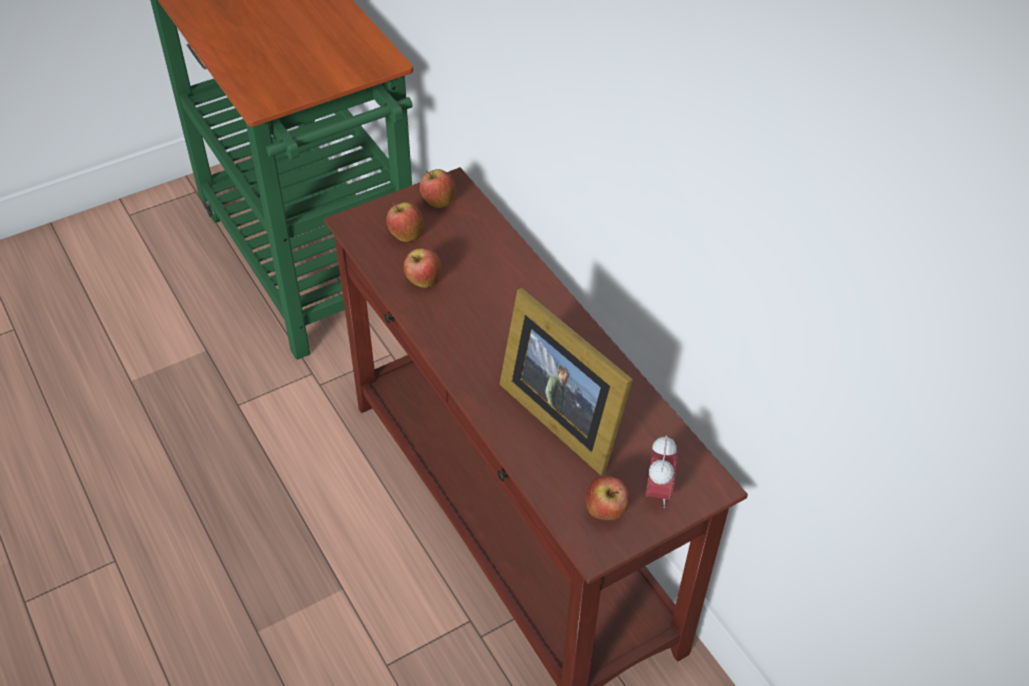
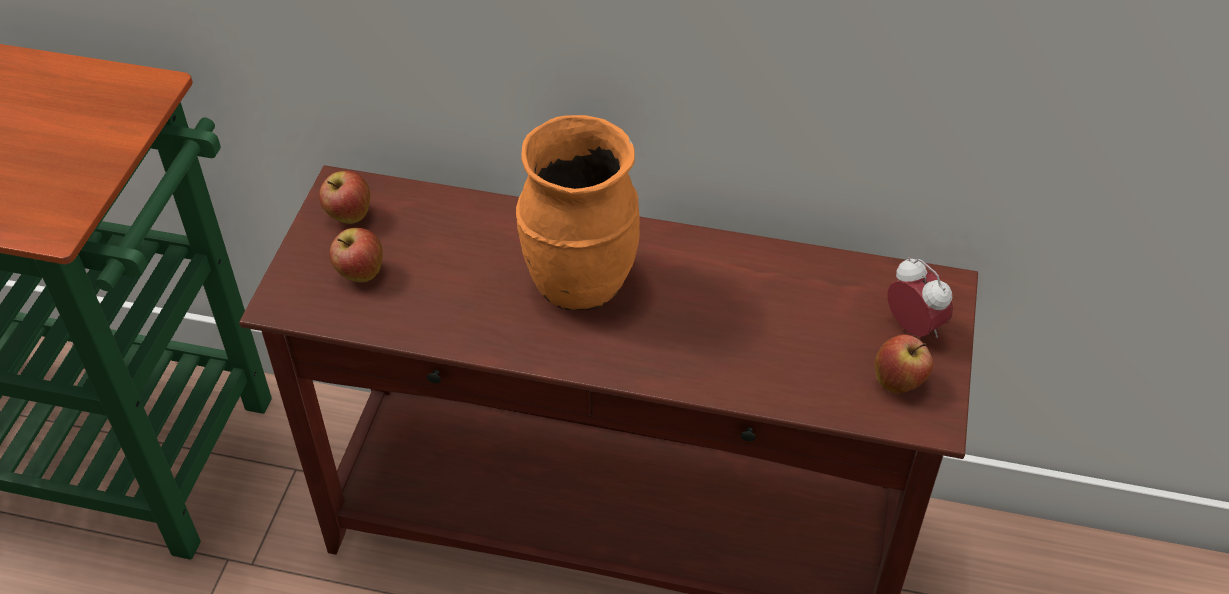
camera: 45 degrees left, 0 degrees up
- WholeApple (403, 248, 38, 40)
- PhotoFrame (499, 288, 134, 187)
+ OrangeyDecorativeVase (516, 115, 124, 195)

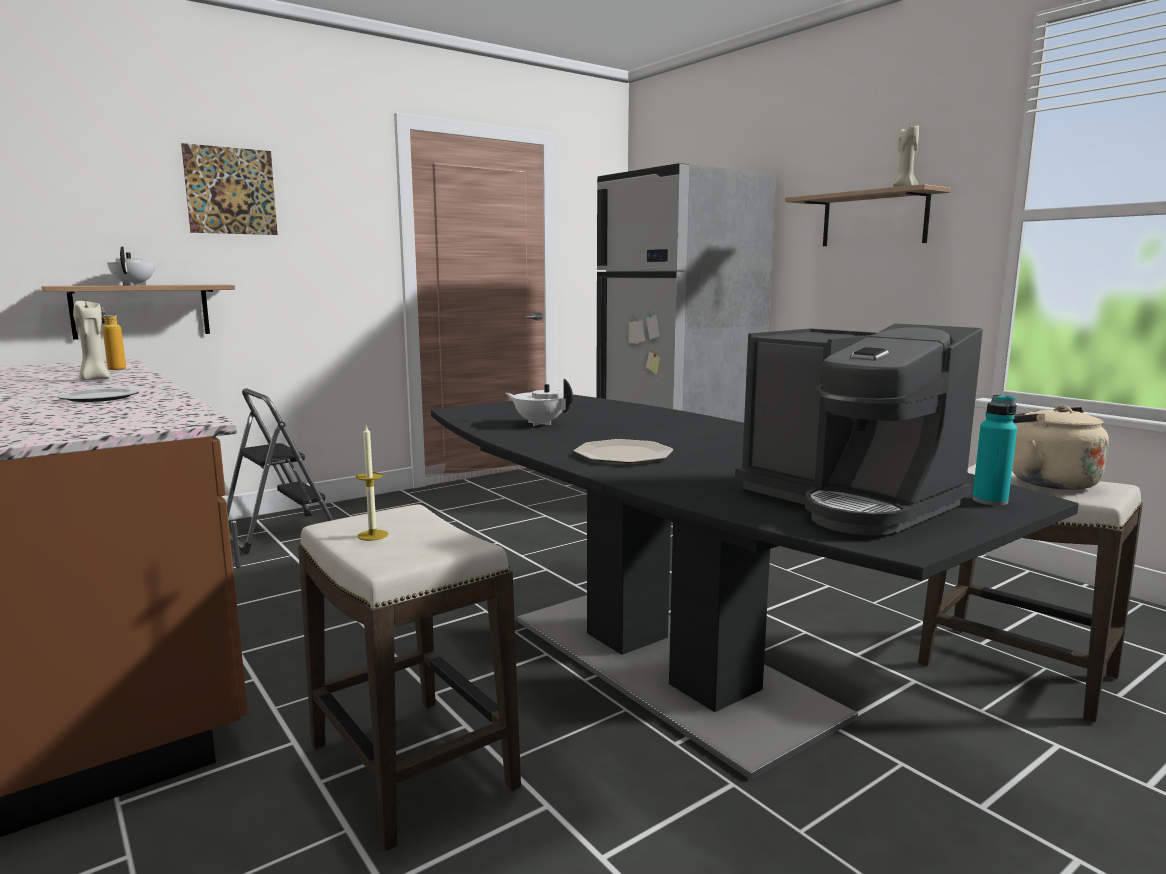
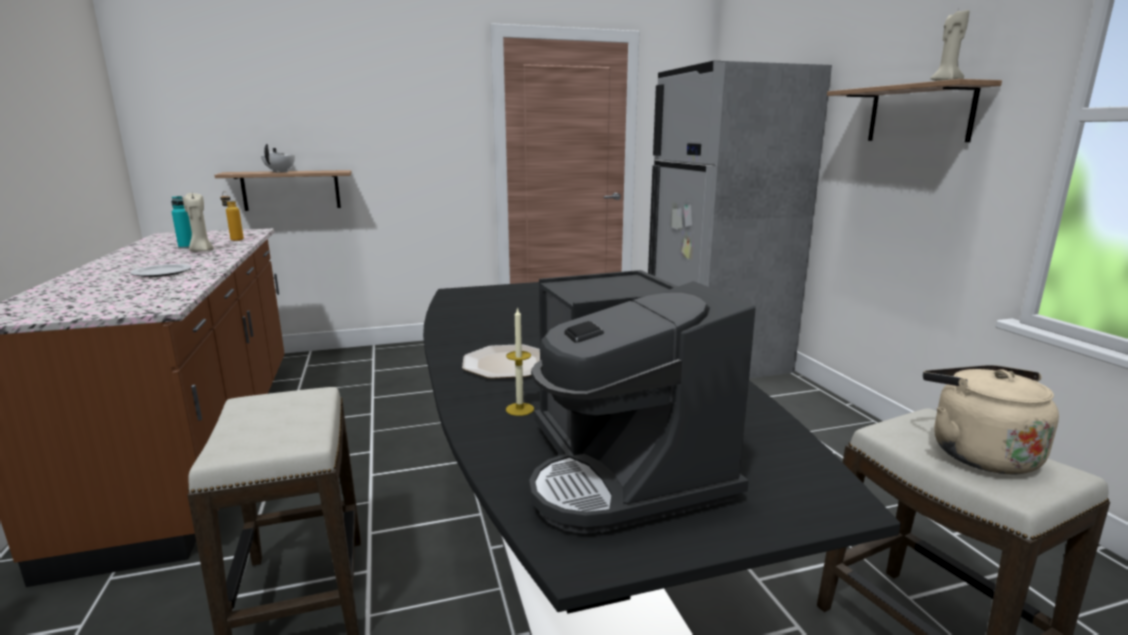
camera: 20 degrees right, 5 degrees up
- WallArt (181, 143, 97, 92)
- WhitishTeaPot (506, 379, 67, 47)
- BlackColouredStepladder (227, 388, 107, 166)
~ TurquoiseBeverageBottle (972, 394, 45, 112) to (171, 196, 21, 53)
~ WaxLight (356, 426, 33, 115) to (506, 307, 28, 109)

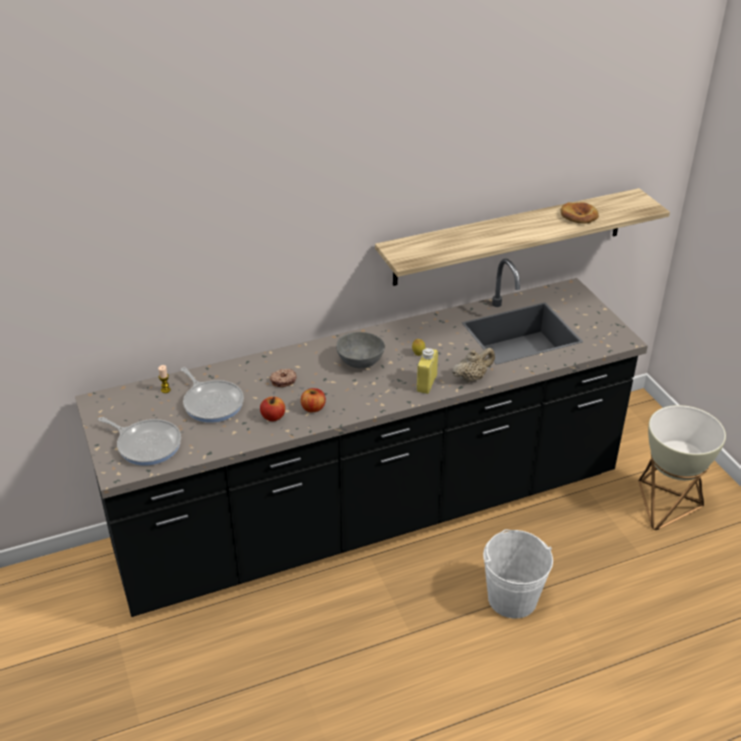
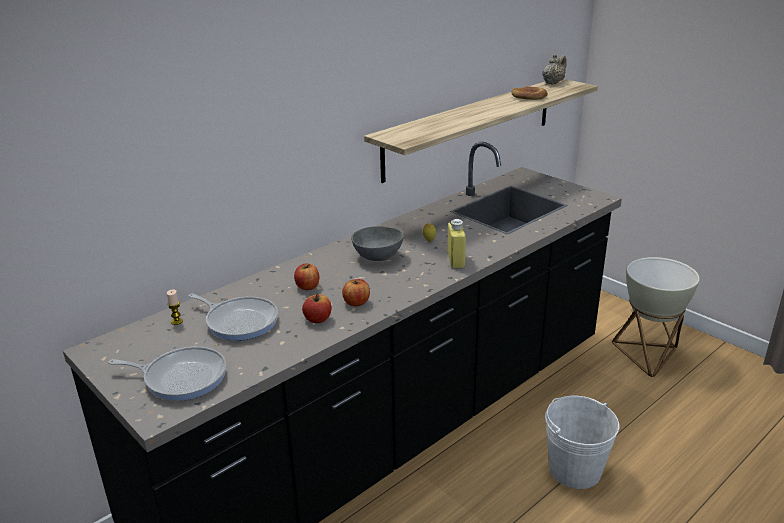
camera: 20 degrees left, 10 degrees down
~ SandColouredTeaPot (452, 348, 43, 35) to (542, 54, 25, 31)
~ Donut (270, 369, 27, 18) to WholeApple (294, 264, 25, 26)

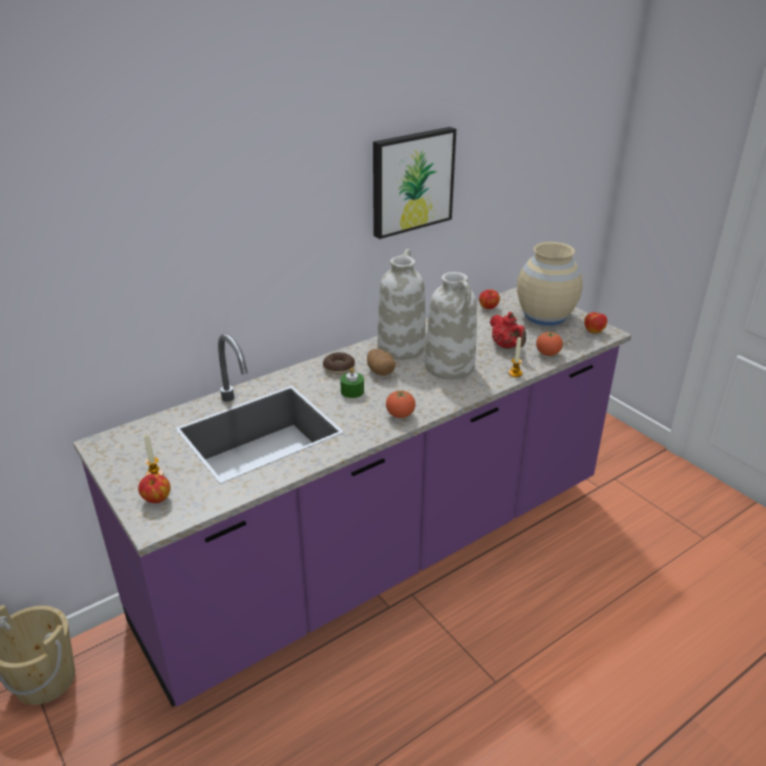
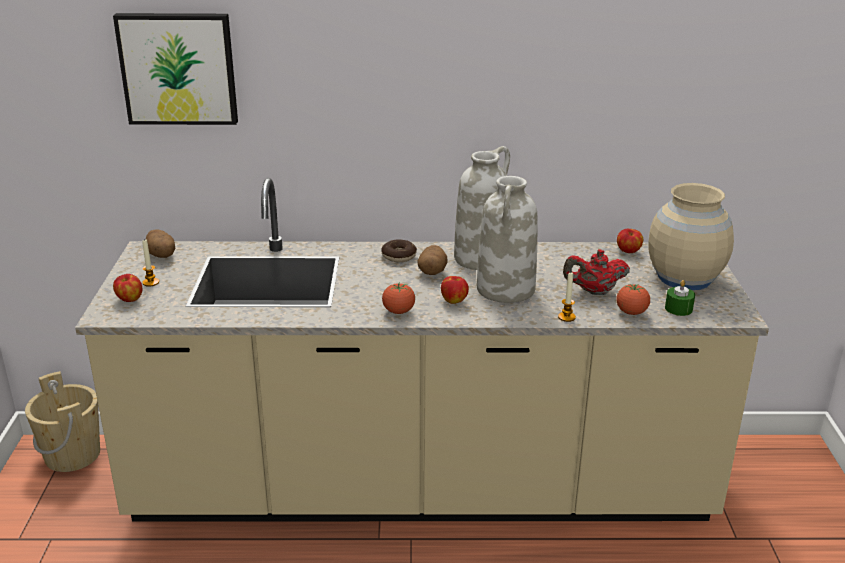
camera: 35 degrees right, 5 degrees down
~ WallArt (373, 127, 83, 112) to (113, 13, 125, 112)
~ PurpleColouredKitchenCounter (73, 287, 559, 420) to SandColouredKitchenCounter (75, 178, 694, 344)
~ RedTeaPot (490, 312, 36, 37) = (563, 249, 67, 46) 75 degrees clockwise
~ WholeApple (584, 312, 23, 21) to (441, 276, 28, 28)
~ GreenWaxLight (340, 368, 24, 30) to (665, 280, 30, 36)
+ Potato (146, 229, 29, 29)

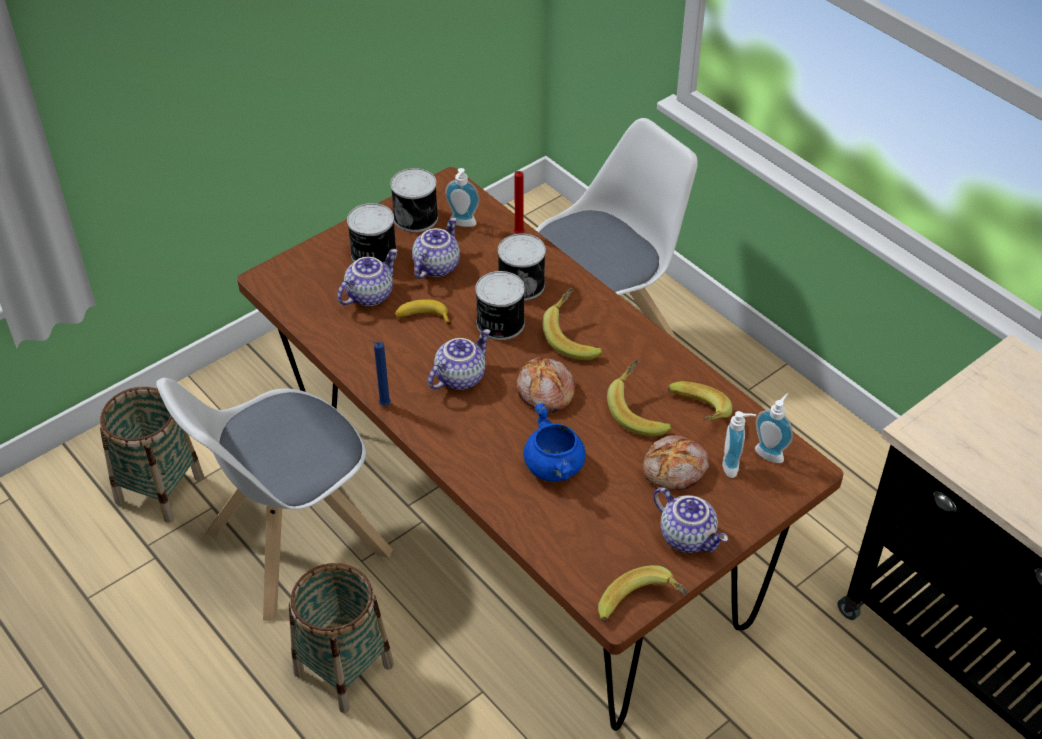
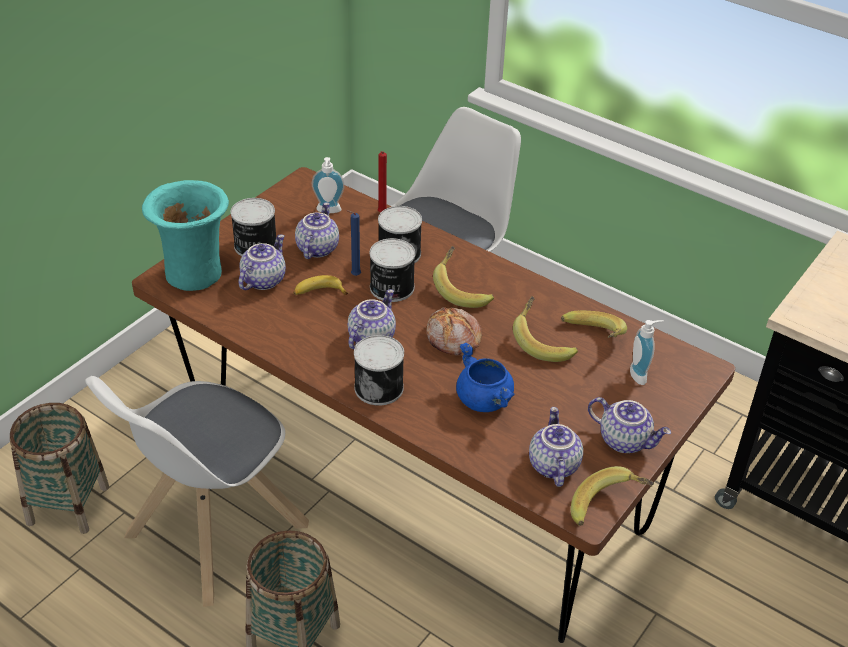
camera: 15 degrees left, 5 degrees down
~ Can (390, 168, 48, 64) to (354, 335, 50, 71)
~ BlueColouredWaxLight (368, 339, 23, 67) to (347, 210, 14, 66)
- SoapBottle (755, 393, 38, 70)
- BakedBread (643, 435, 66, 55)
+ TurquoiseDecorativeVase (142, 180, 87, 111)
+ TeaPot (529, 407, 54, 80)

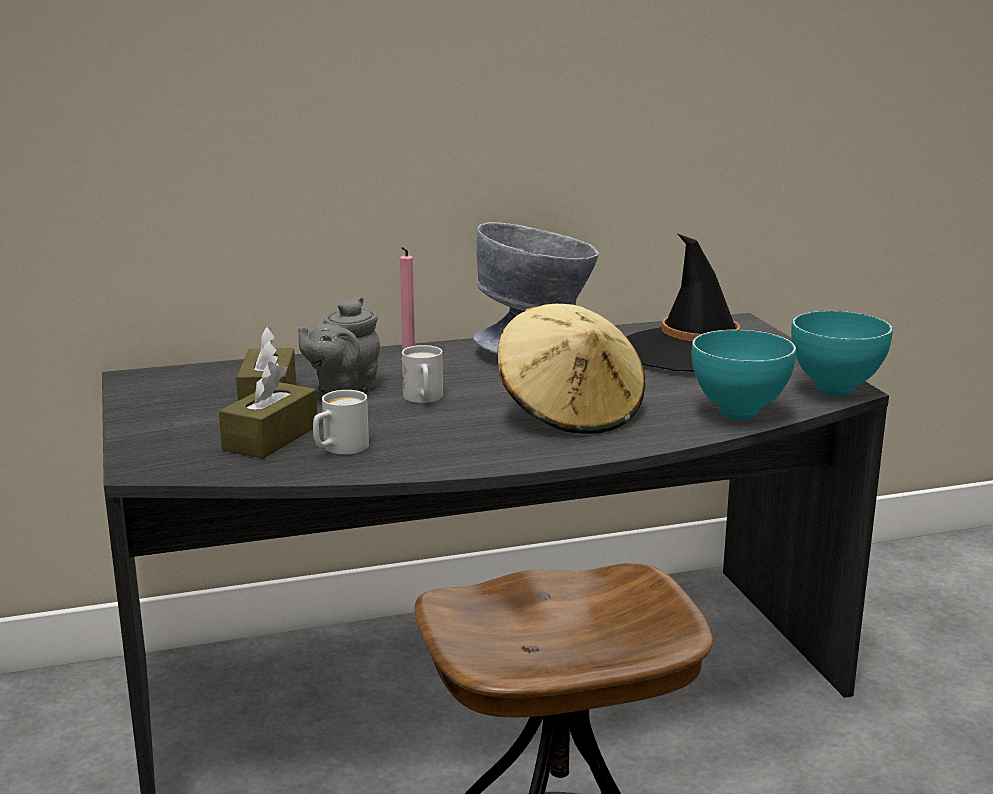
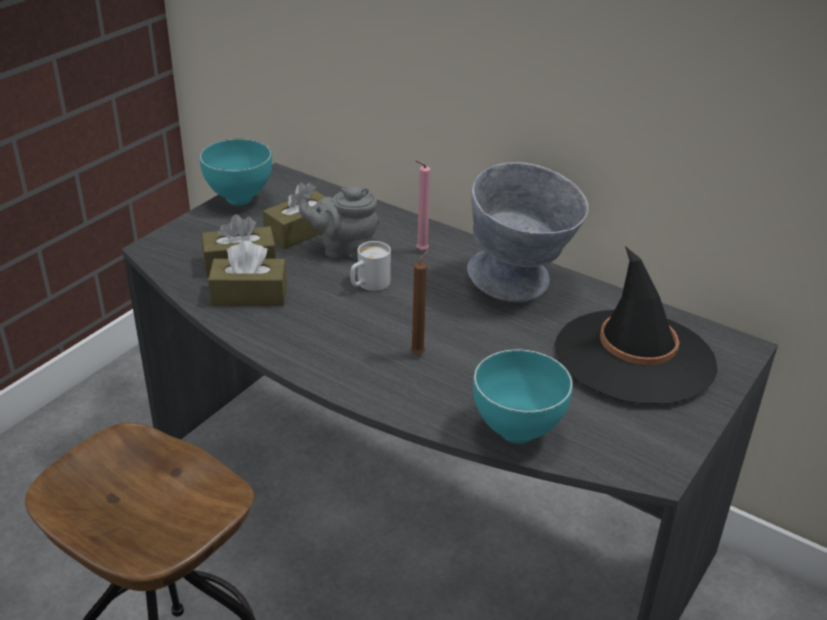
camera: 50 degrees right, 15 degrees up
~ SandColouredHat (498, 304, 147, 130) to BrownWaxLight (410, 249, 19, 106)
~ TurquoiseDeepDish (791, 311, 102, 85) to (199, 139, 73, 66)
~ WhitishMug (313, 390, 56, 65) to BrownTissueHolder (208, 241, 79, 65)

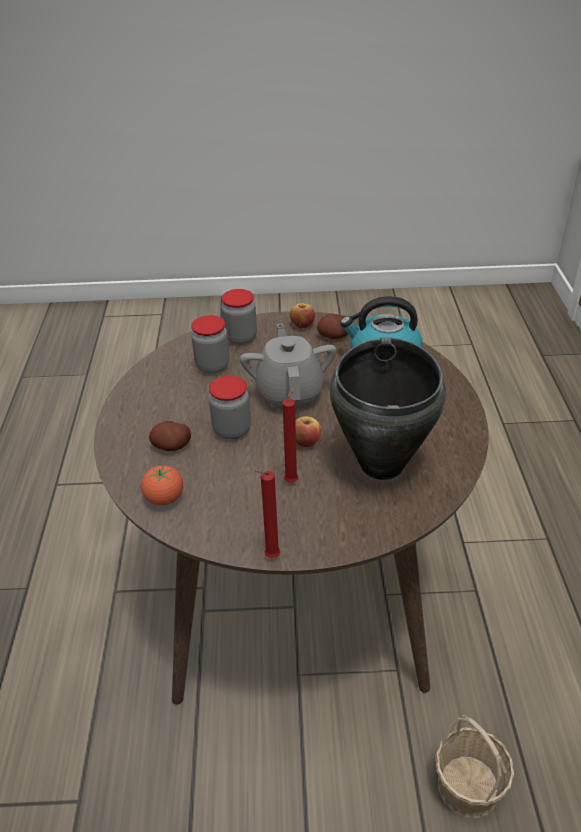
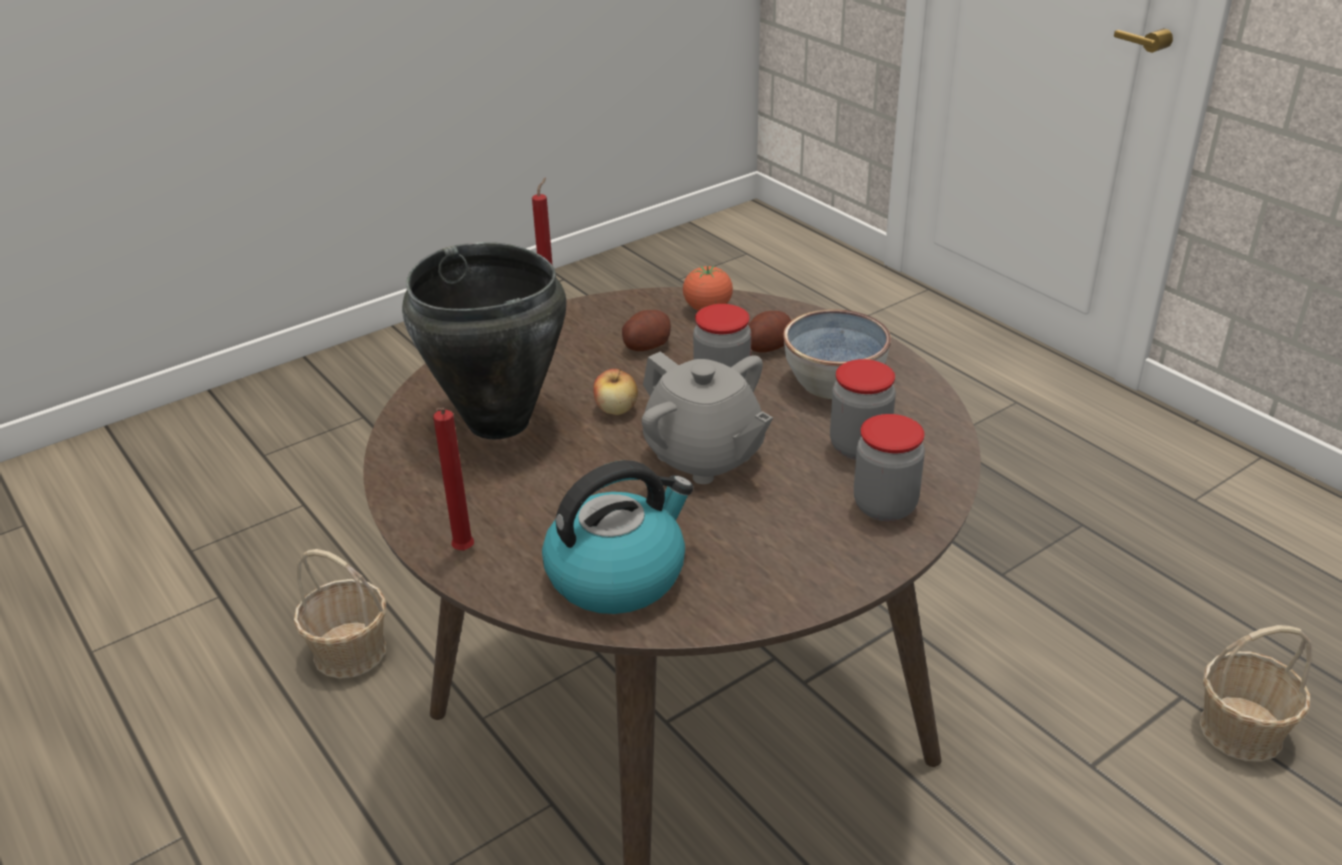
camera: 145 degrees right, 5 degrees down
- WholeApple (290, 303, 25, 25)
~ Potato (317, 314, 31, 25) to (622, 310, 49, 41)
~ RedWaxLight (283, 386, 15, 97) to (433, 408, 41, 142)
+ DeepDish (783, 309, 108, 90)
+ Basket (1199, 625, 112, 137)

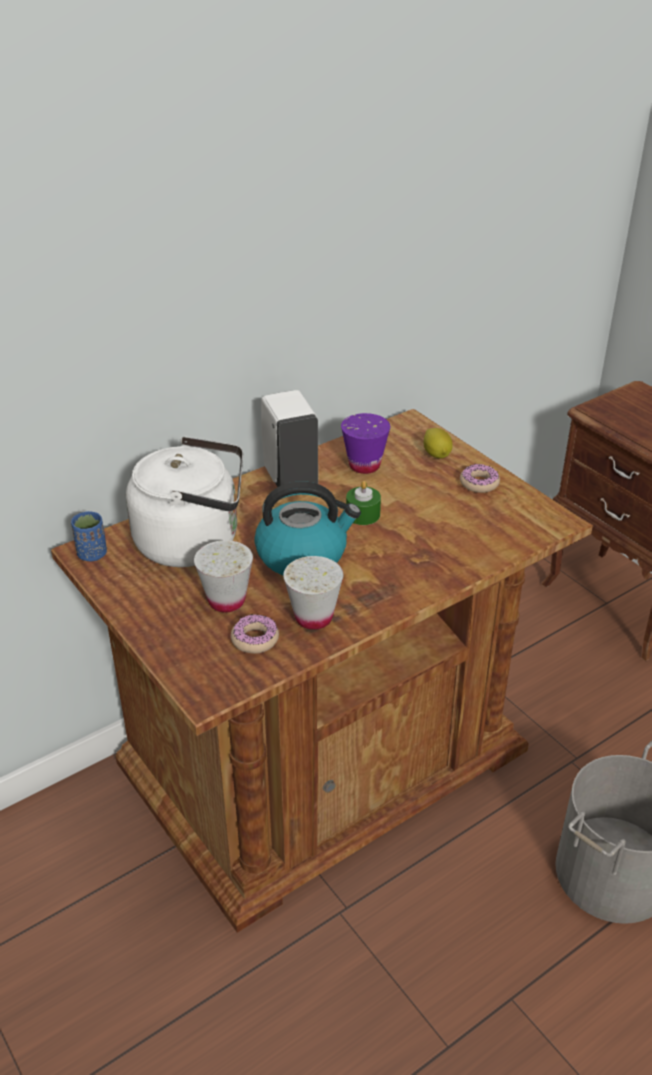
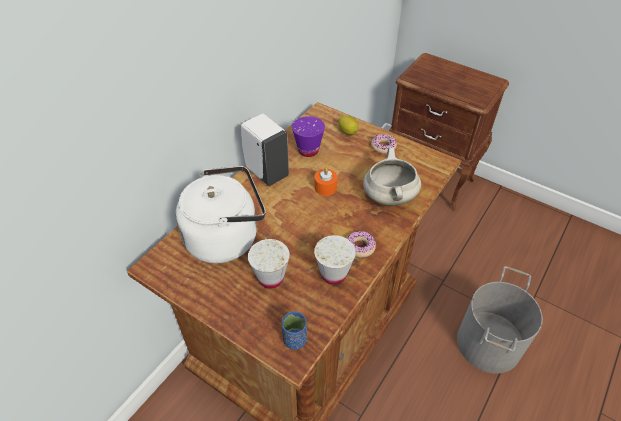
camera: 20 degrees left, 10 degrees up
- Kettle (254, 481, 107, 94)
~ GreenWaxLight (346, 481, 35, 44) to OrangeyWaxLight (314, 167, 24, 29)
~ BlueColouredCup (71, 511, 36, 51) to (281, 311, 26, 39)
~ Donut (231, 614, 48, 40) to (347, 231, 29, 27)
+ WhitishCookingPot (363, 147, 58, 59)

